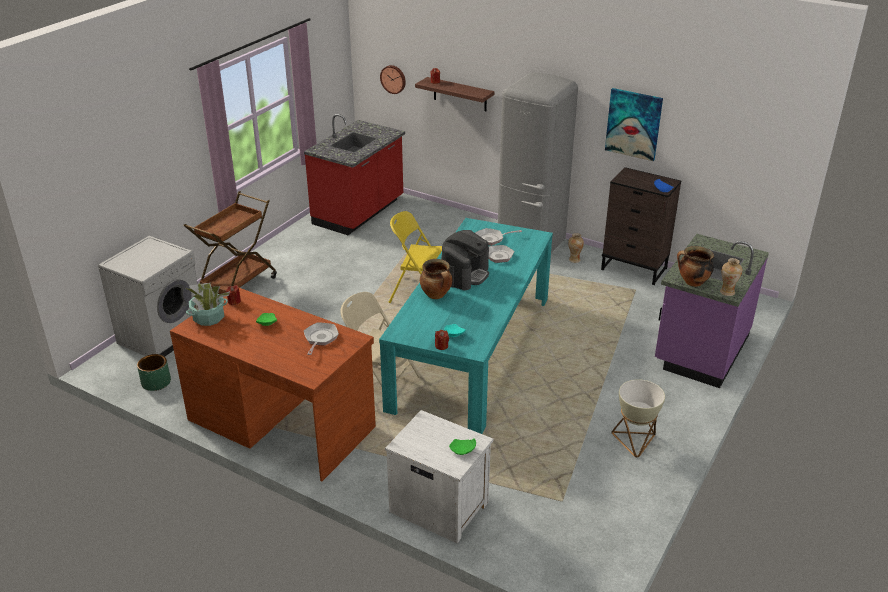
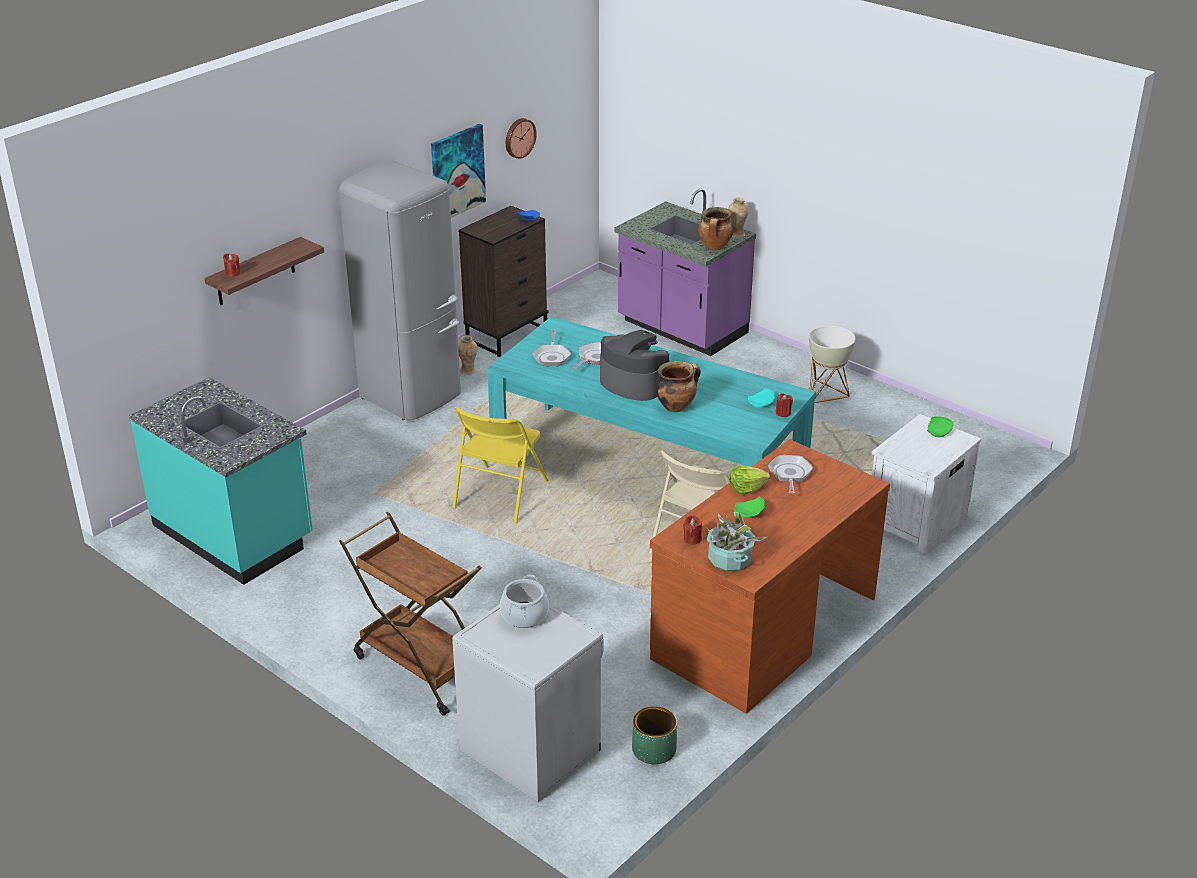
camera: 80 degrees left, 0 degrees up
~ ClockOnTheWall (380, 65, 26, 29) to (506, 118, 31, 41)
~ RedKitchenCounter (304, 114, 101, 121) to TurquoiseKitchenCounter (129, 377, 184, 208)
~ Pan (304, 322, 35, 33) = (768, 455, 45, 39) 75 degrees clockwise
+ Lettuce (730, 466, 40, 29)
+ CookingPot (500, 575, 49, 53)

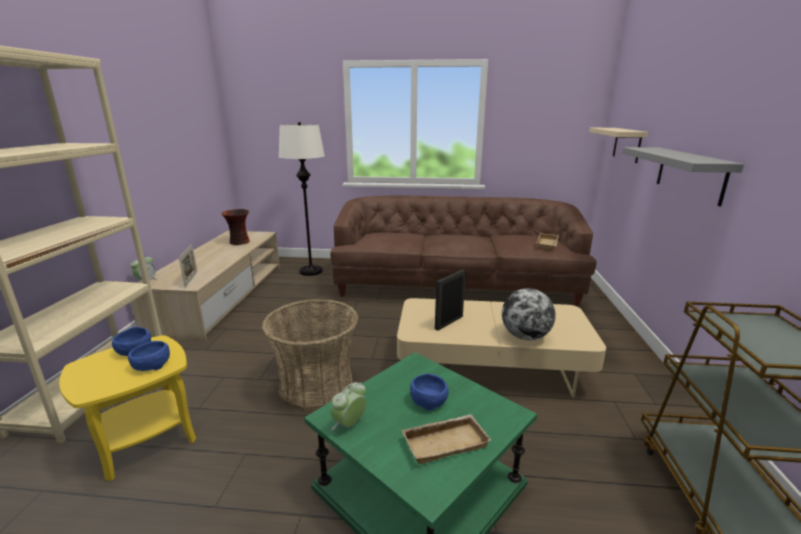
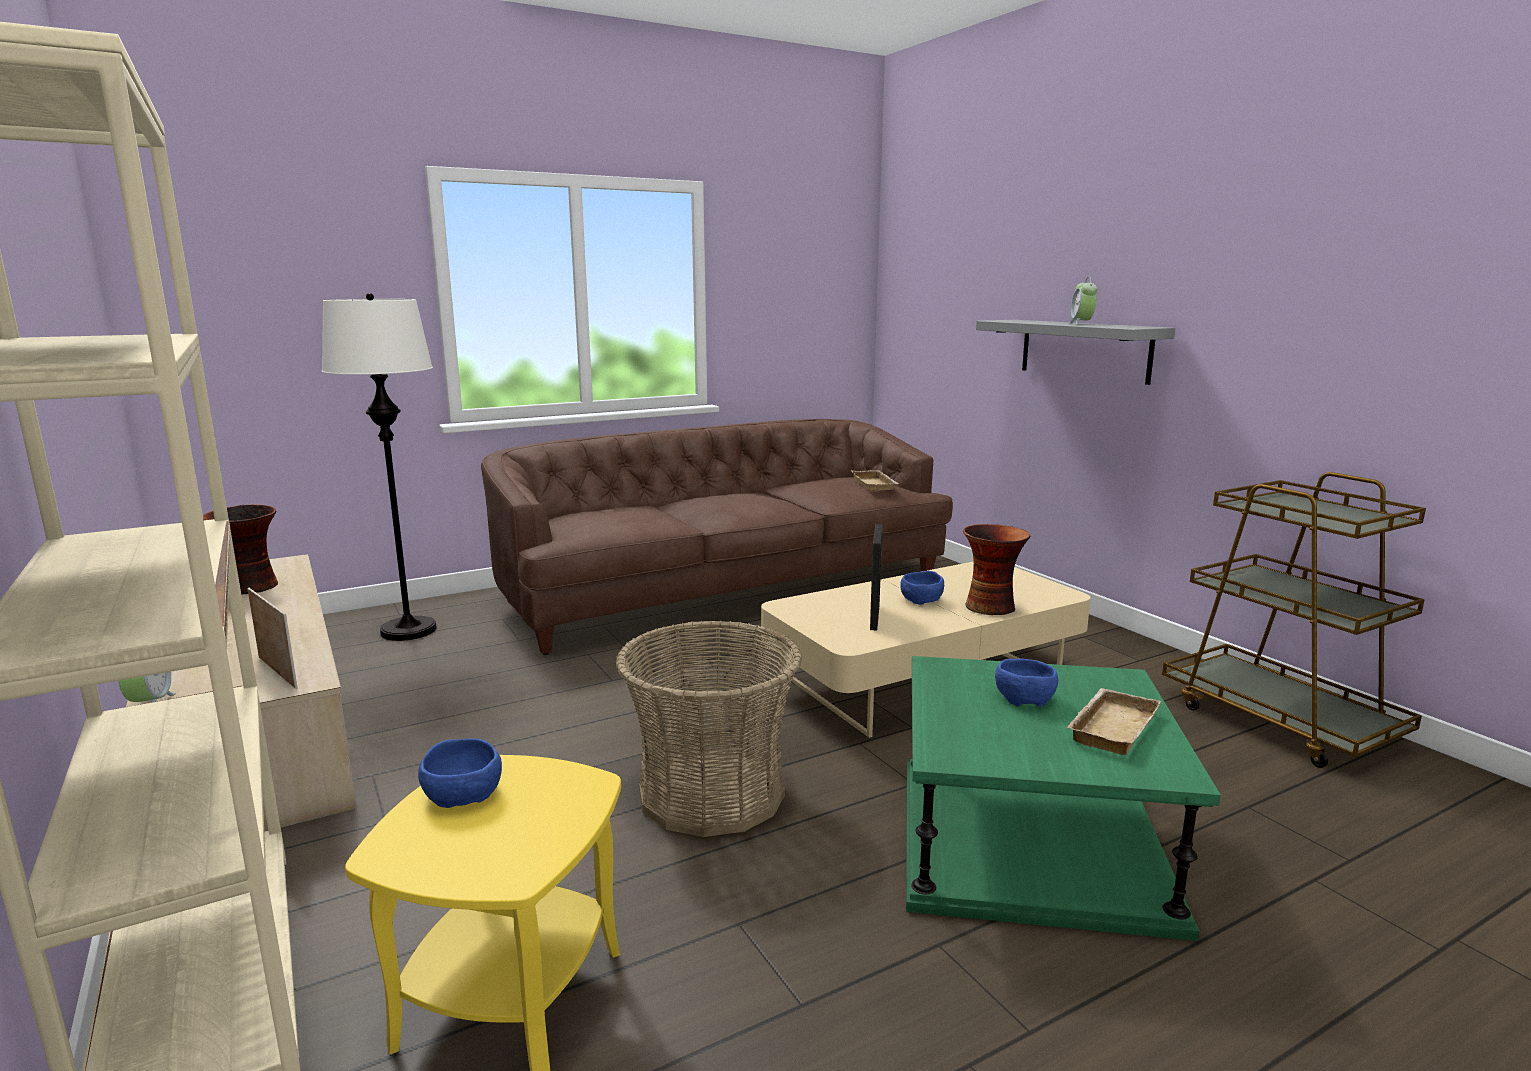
camera: 35 degrees left, 5 degrees down
- SandColouredBracketShelf (589, 128, 59, 35)
~ WorldGlobe (502, 288, 54, 52) to DecorativeVase (963, 524, 67, 91)
~ BlueColouredDeepDish (128, 341, 42, 30) to (900, 571, 44, 34)
~ BedsideClock (331, 382, 35, 48) to (1070, 277, 27, 48)

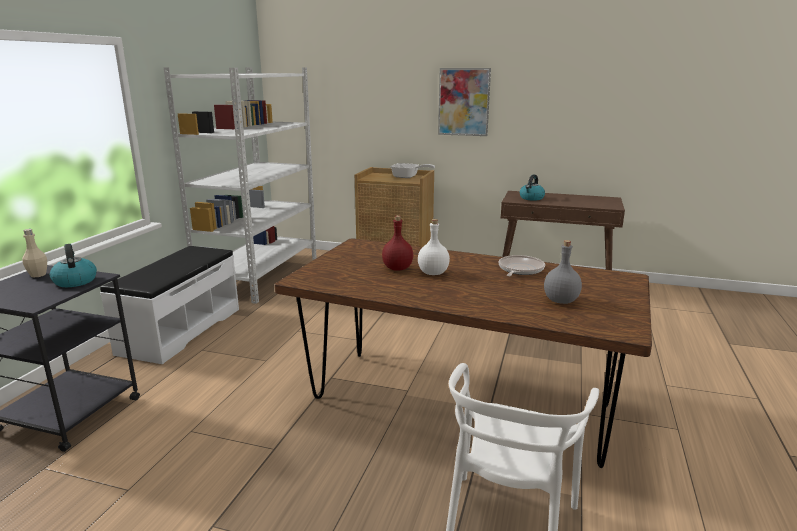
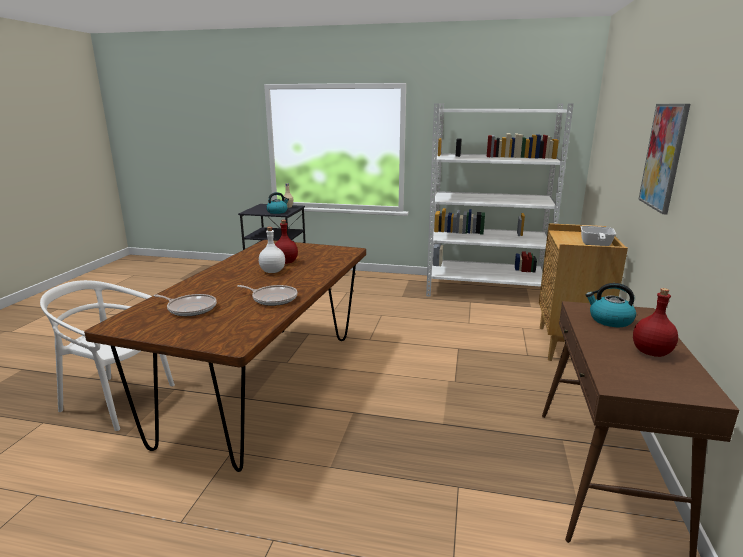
camera: 85 degrees right, 0 degrees up
~ GreyBeverageBottle (544, 240, 38, 64) to Pan (154, 294, 63, 22)
- WhitishIndoorBench (100, 246, 139, 118)
+ RedBeverageBottle (633, 288, 45, 69)

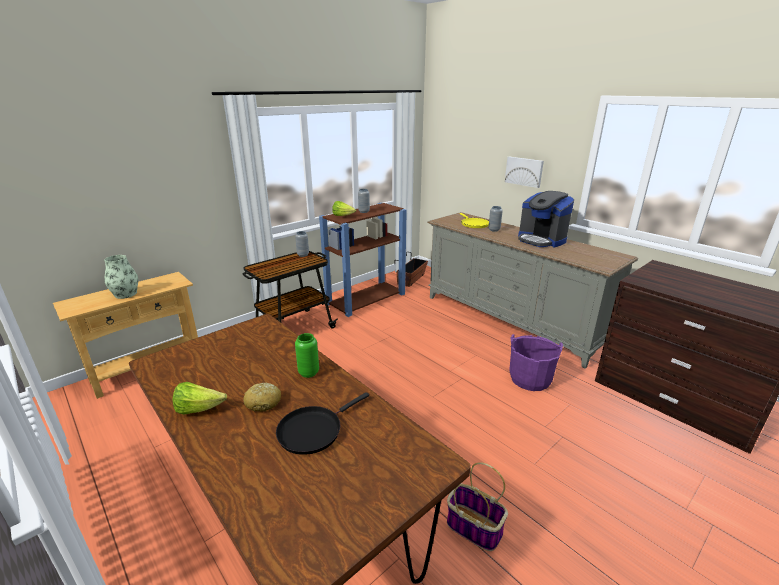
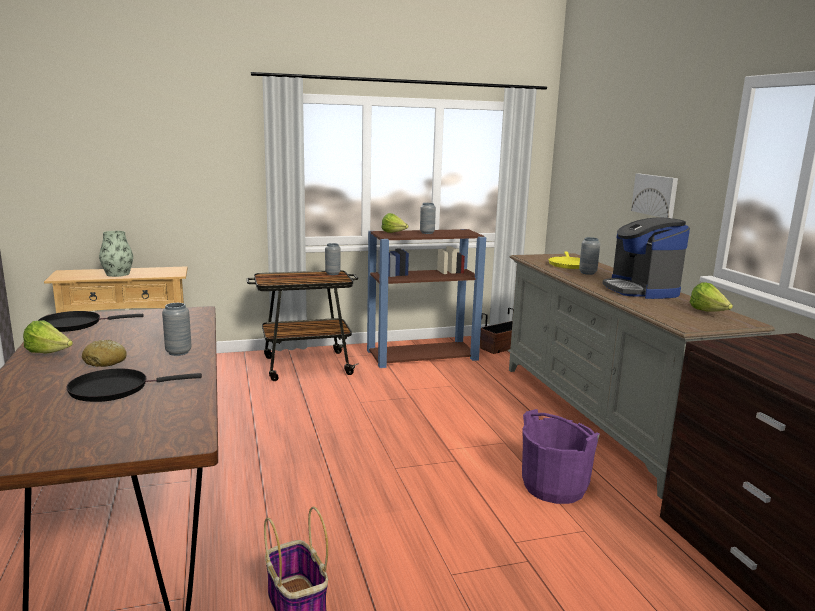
camera: 25 degrees right, 10 degrees down
~ GreenDecorativeVase (295, 333, 24, 45) to GreyDecorativeVase (162, 303, 30, 53)
+ Lettuce (690, 282, 43, 30)
+ BlackColouredPan (38, 311, 106, 21)

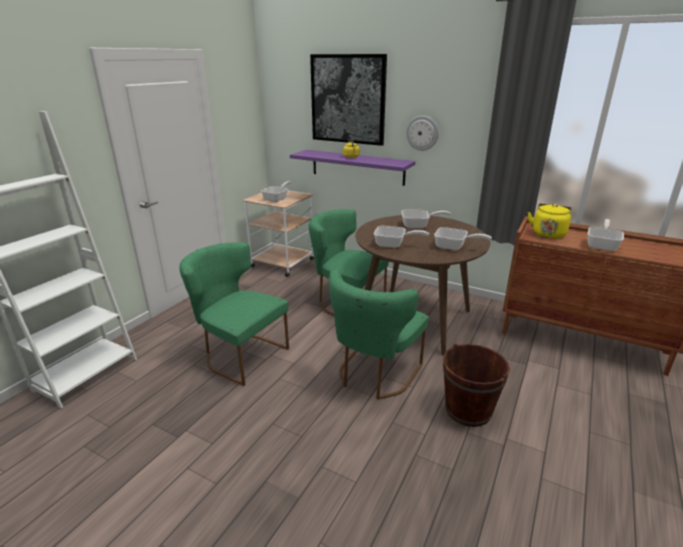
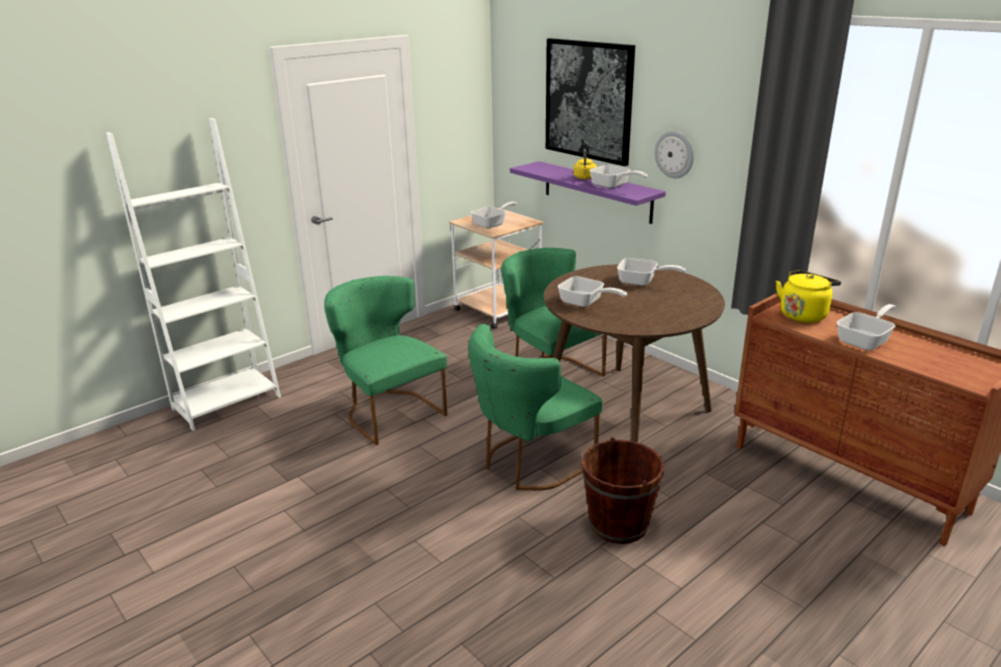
camera: 20 degrees right, 0 degrees up
~ Pan (434, 227, 58, 23) to (589, 165, 58, 23)

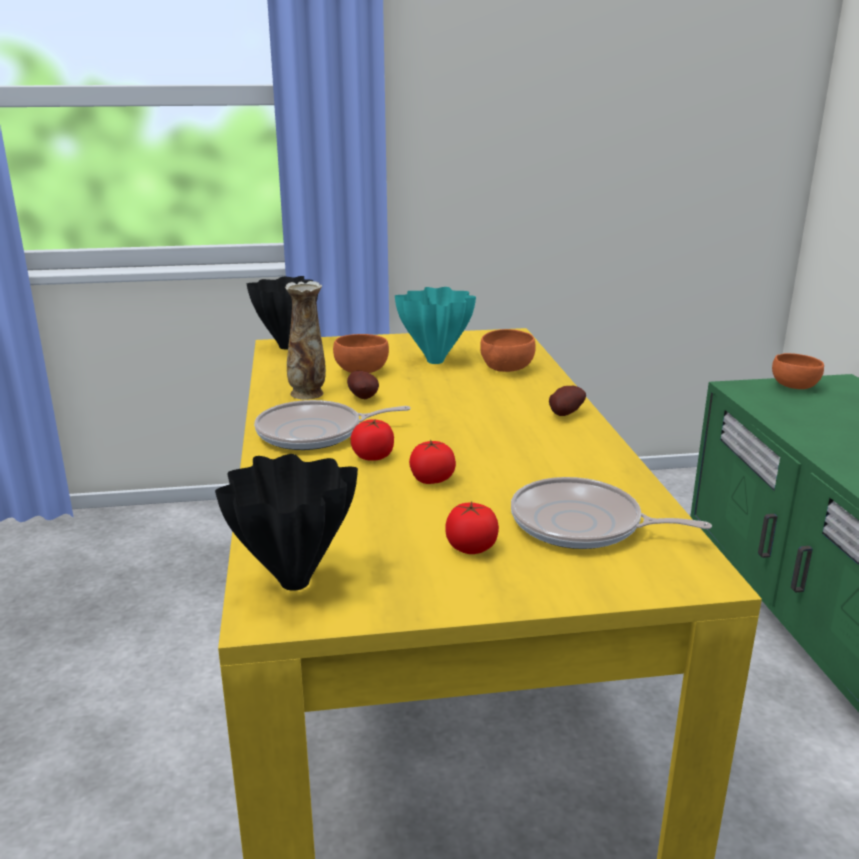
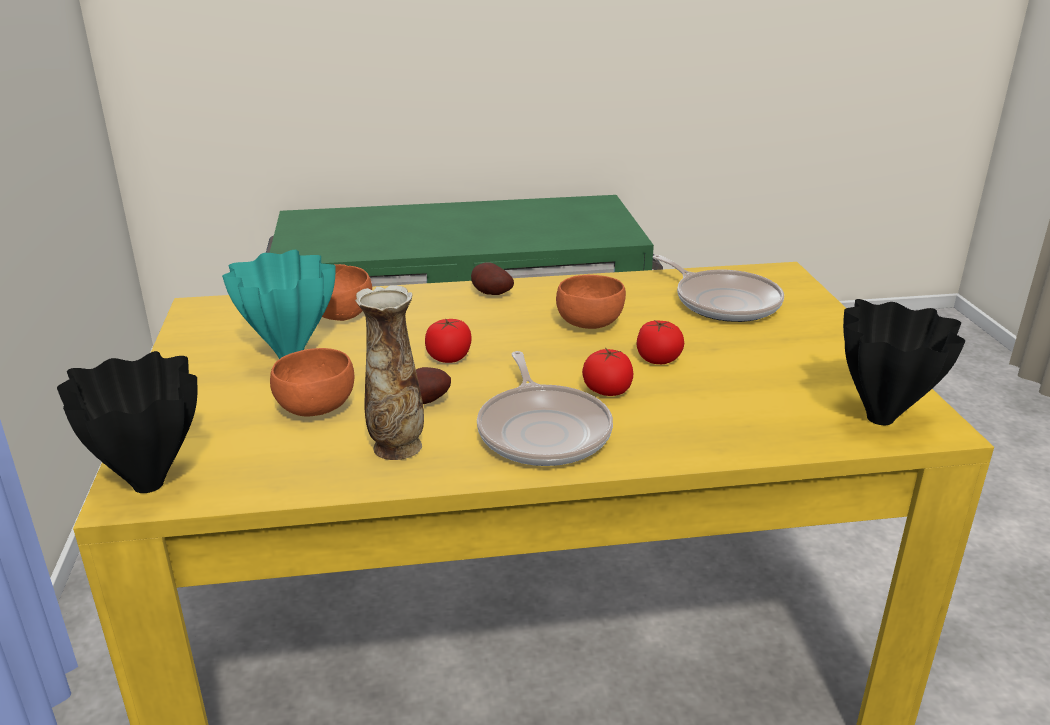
camera: 90 degrees left, 5 degrees up
~ OrangeyDeepDish (772, 353, 52, 36) to (556, 275, 70, 54)
~ Pan (511, 477, 201, 72) = (653, 255, 131, 67) 60 degrees counterclockwise
~ Tomato (445, 502, 54, 52) to (425, 318, 47, 45)

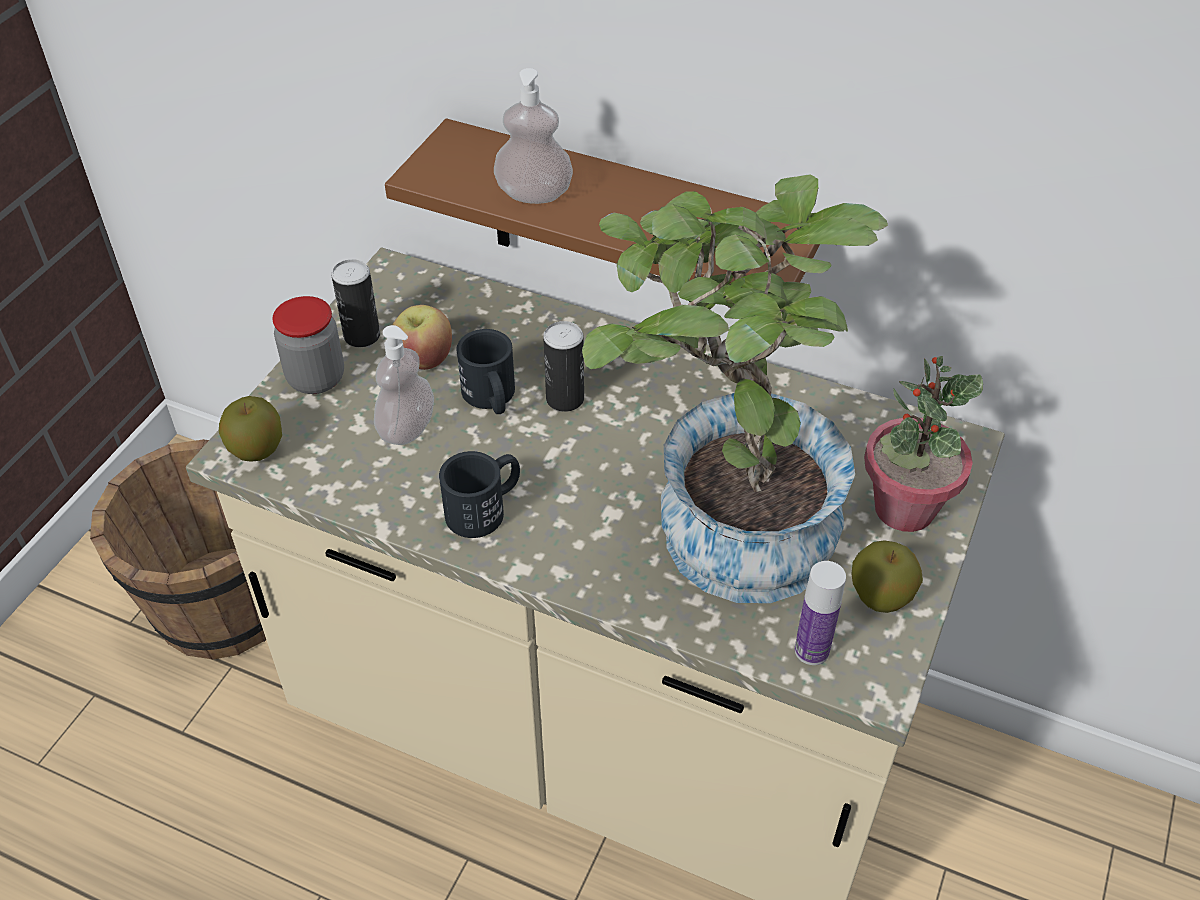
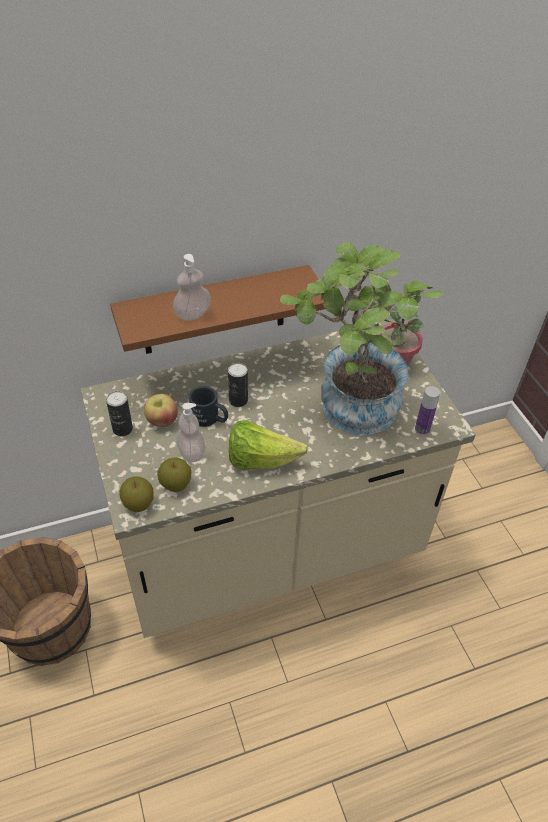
camera: 45 degrees left, 0 degrees up
- PreserveJar (272, 296, 72, 98)
~ BlackColouredMug (439, 451, 81, 87) to Lettuce (229, 420, 79, 50)
~ WholeApple (852, 540, 71, 73) to (157, 457, 34, 35)

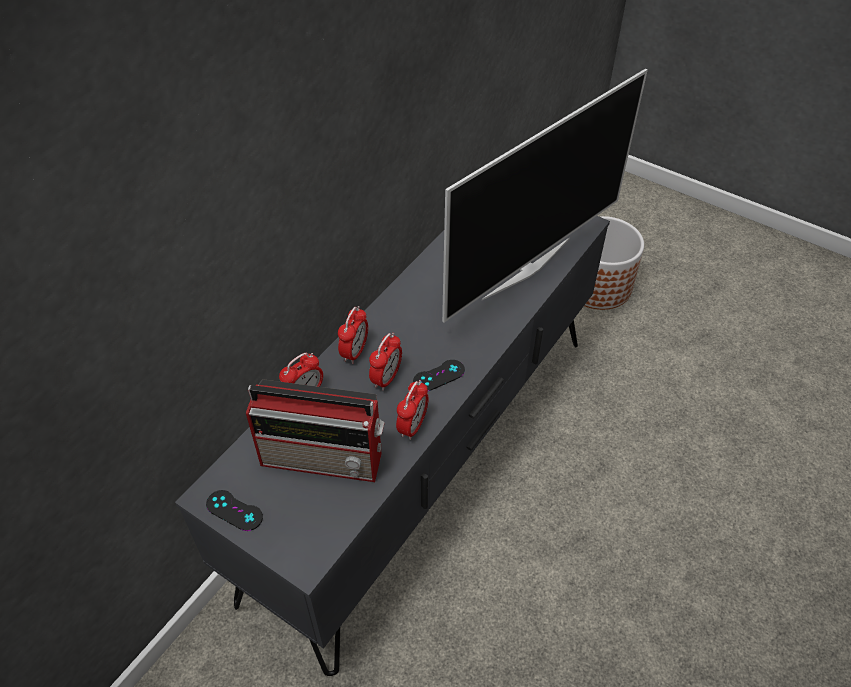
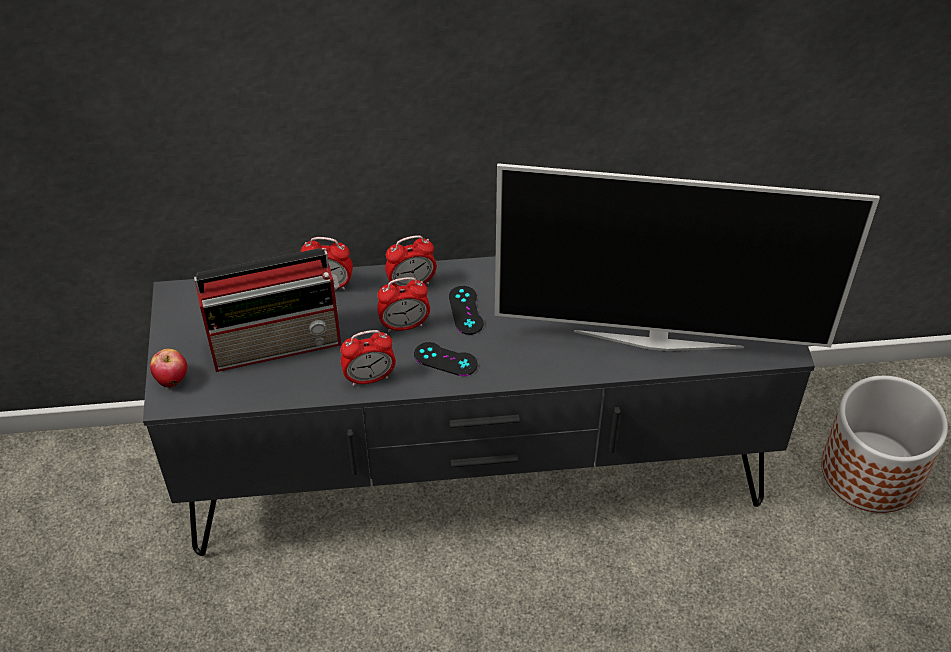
camera: 50 degrees right, 0 degrees up
~ Radio (246, 379, 138, 103) = (194, 248, 147, 124) 75 degrees counterclockwise
~ BlackColouredGamepad (206, 490, 57, 41) to (449, 286, 34, 49)
+ WholeApple (150, 349, 37, 39)

